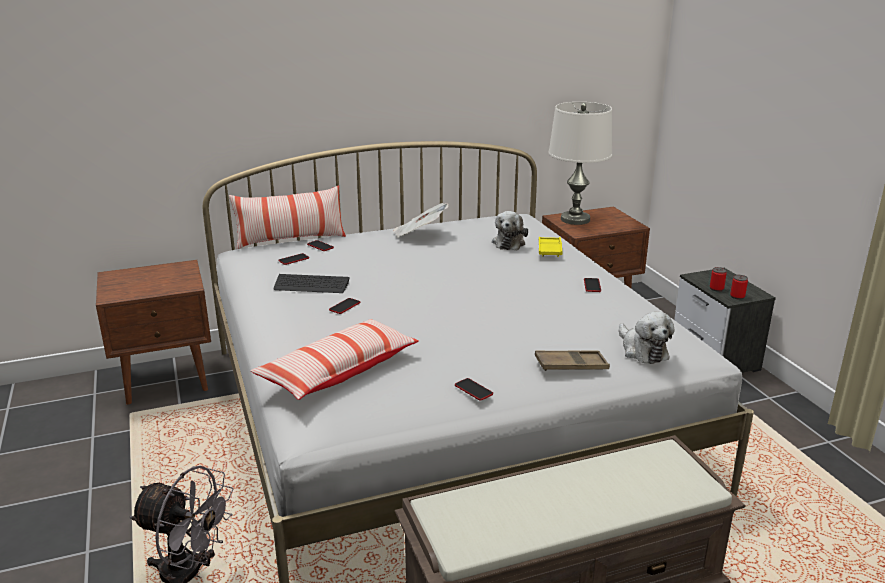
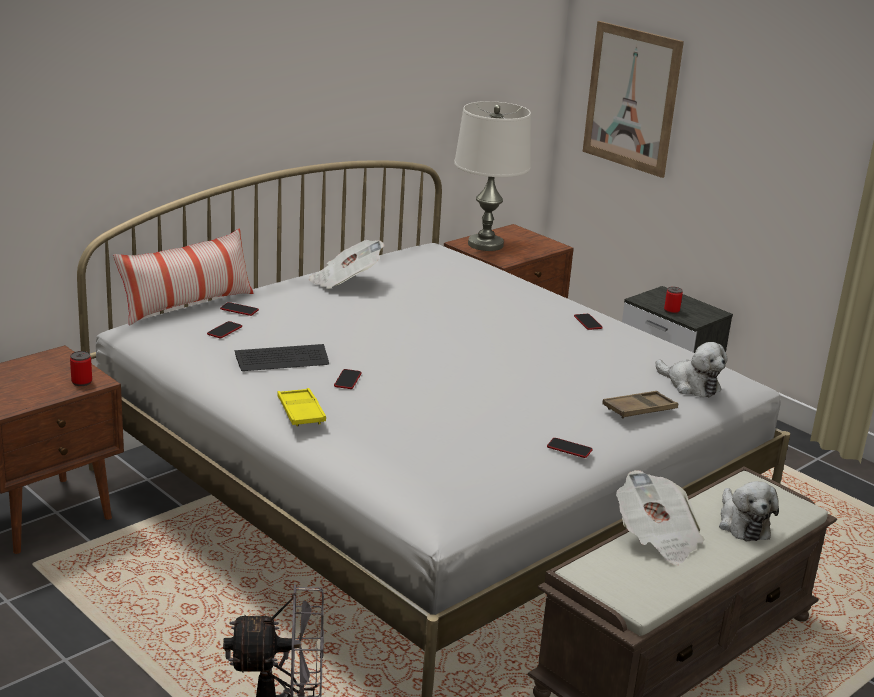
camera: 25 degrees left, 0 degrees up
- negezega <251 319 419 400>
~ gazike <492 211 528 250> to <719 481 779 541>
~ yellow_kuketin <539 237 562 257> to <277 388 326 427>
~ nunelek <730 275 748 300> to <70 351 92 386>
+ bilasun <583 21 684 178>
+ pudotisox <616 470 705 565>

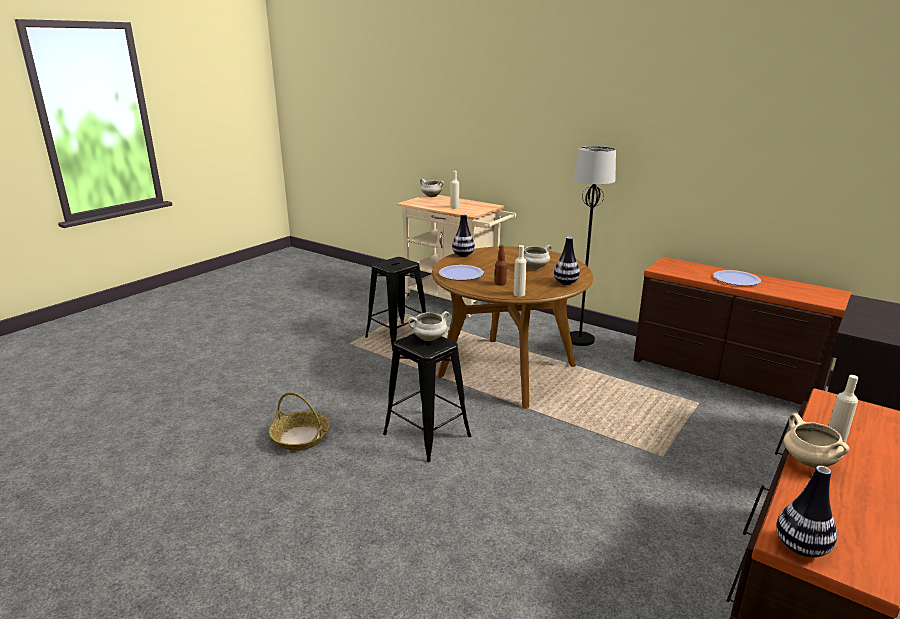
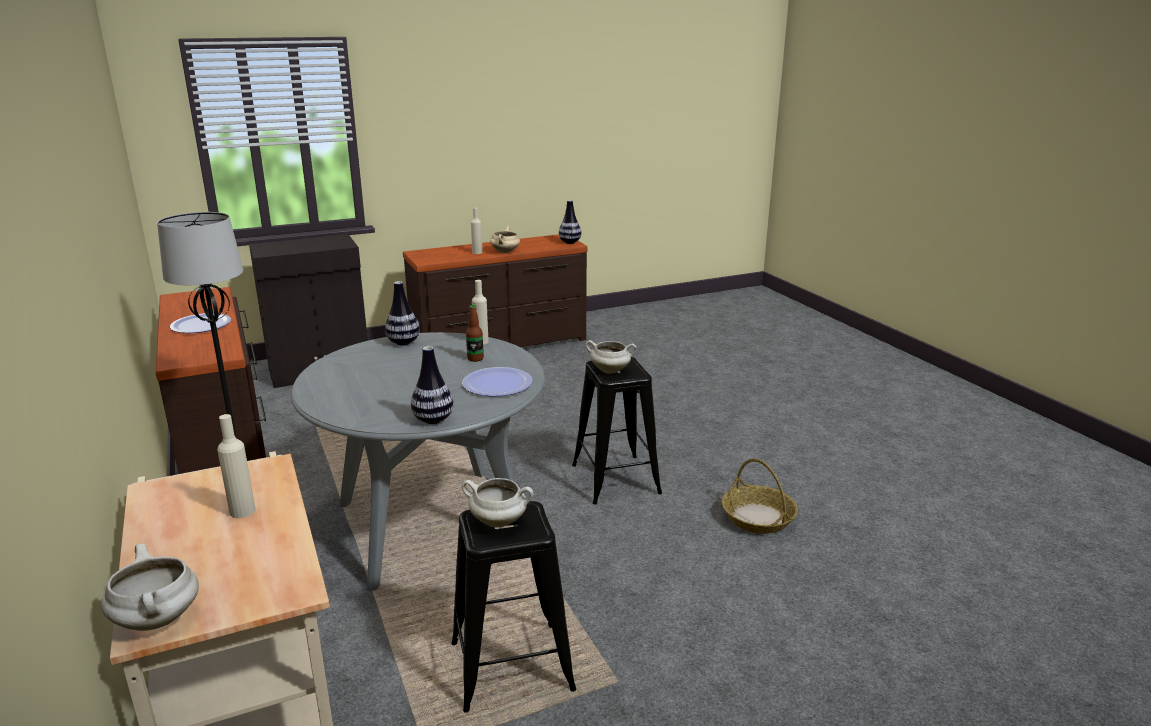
camera: 150 degrees left, 0 degrees up
~ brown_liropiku <432 246 593 409> to grey_liropiku <291 332 545 592>
~ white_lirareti <518 245 552 269> to <462 478 533 527>

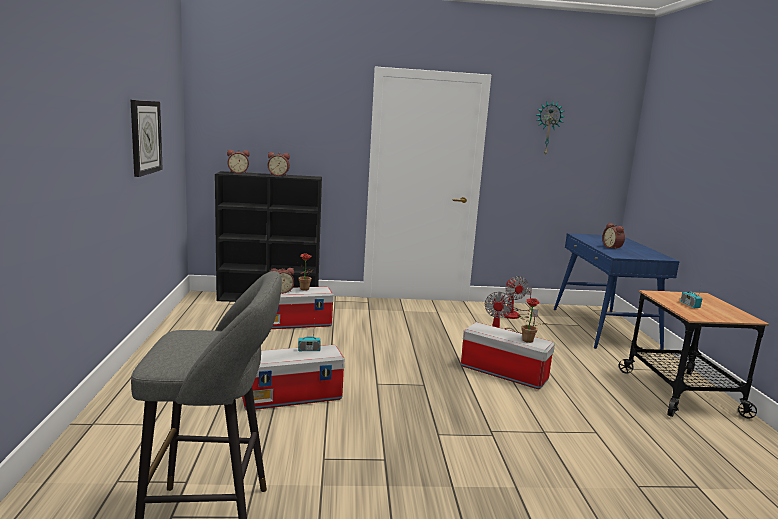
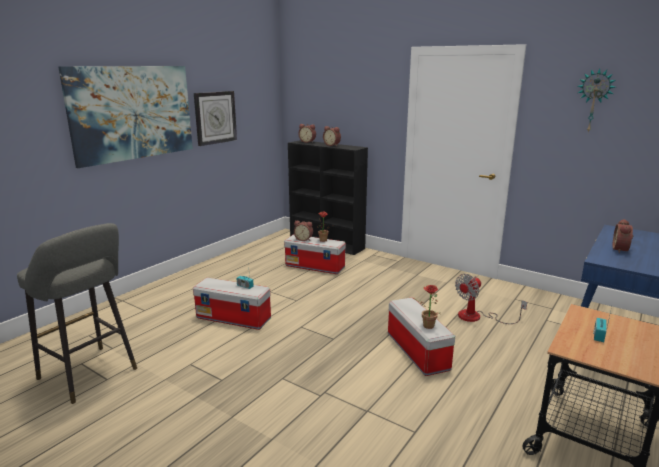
camera: 40 degrees right, 5 degrees up
- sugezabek <500 276 532 319>
+ bilasun <58 66 193 168>

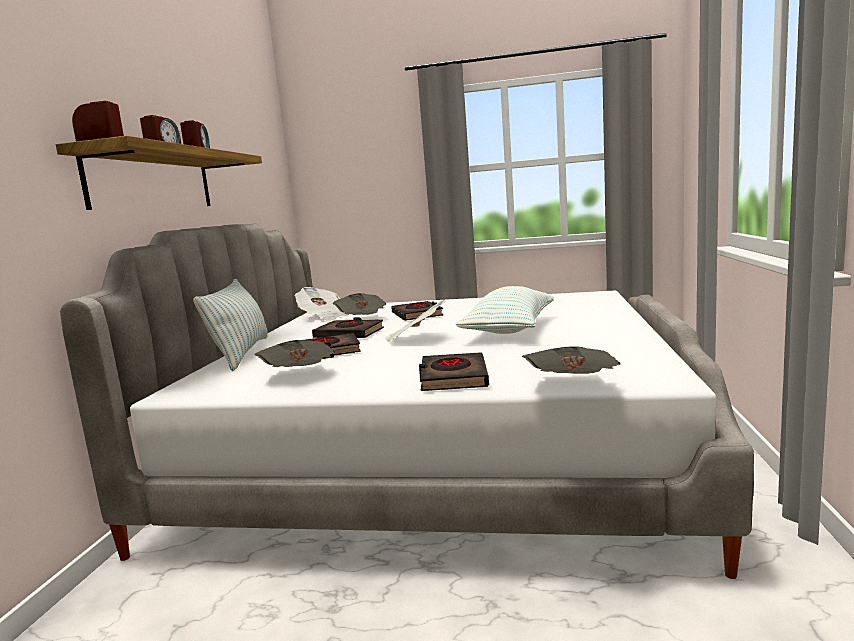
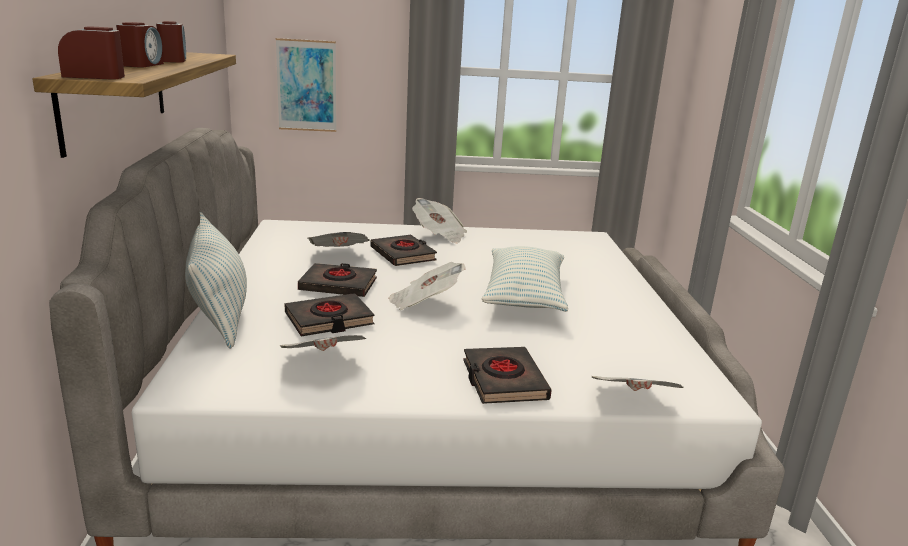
camera: 15 degrees left, 10 degrees up
~ pudotisox <295 287 344 321> to <412 198 467 244>
+ bilasun <276 38 336 132>

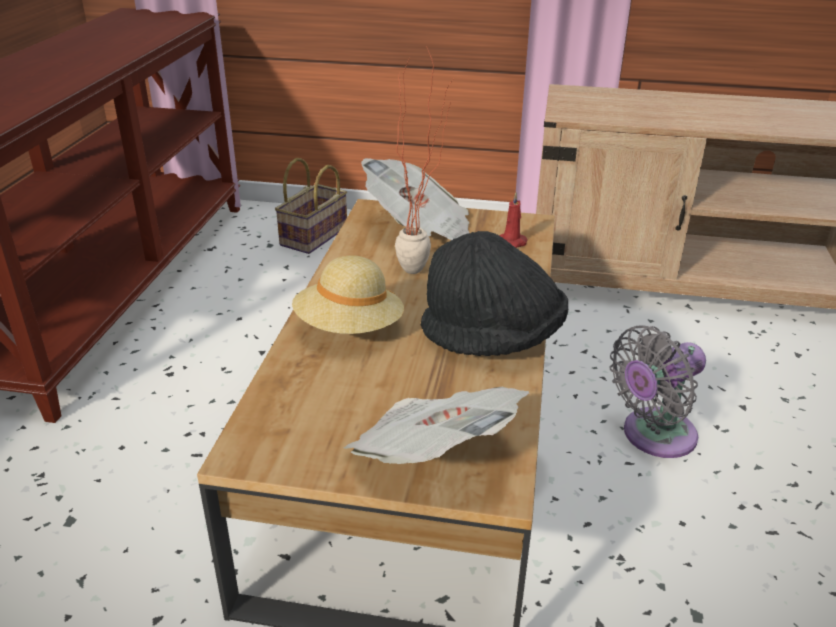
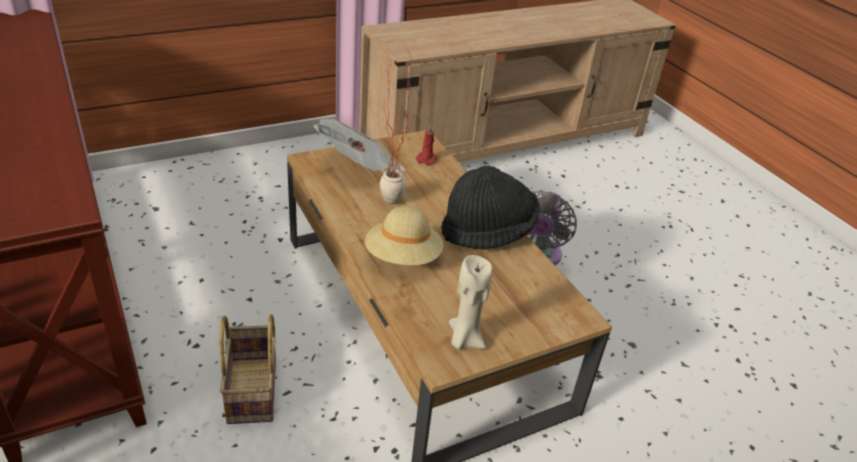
camera: 40 degrees left, 5 degrees up
~ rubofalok <275 158 347 254> to <219 314 276 424>
- pudotisox <344 387 529 464>
+ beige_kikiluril <449 255 492 349>

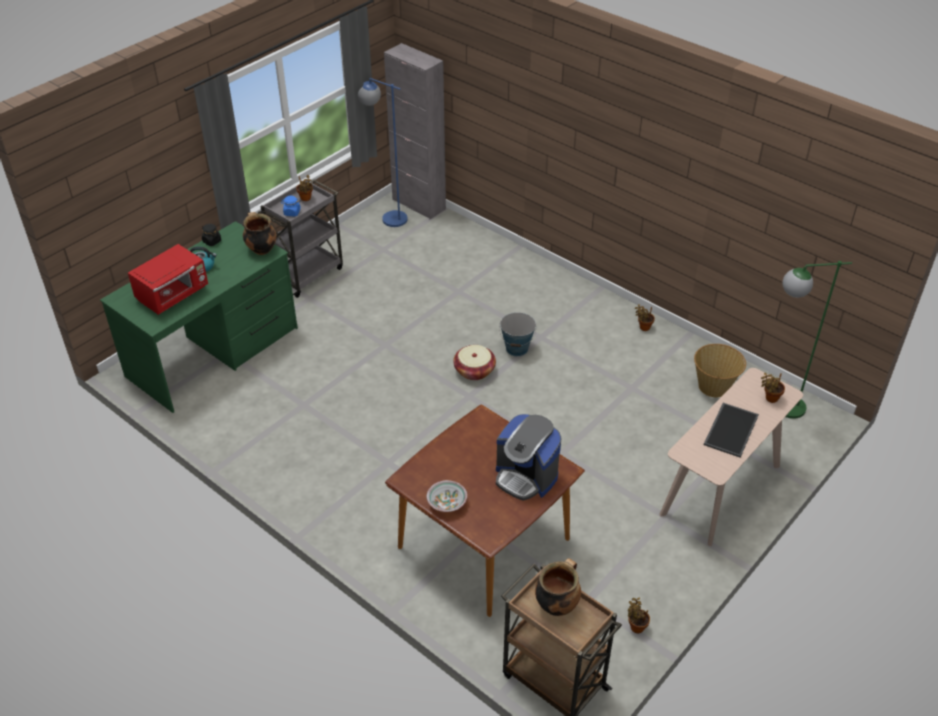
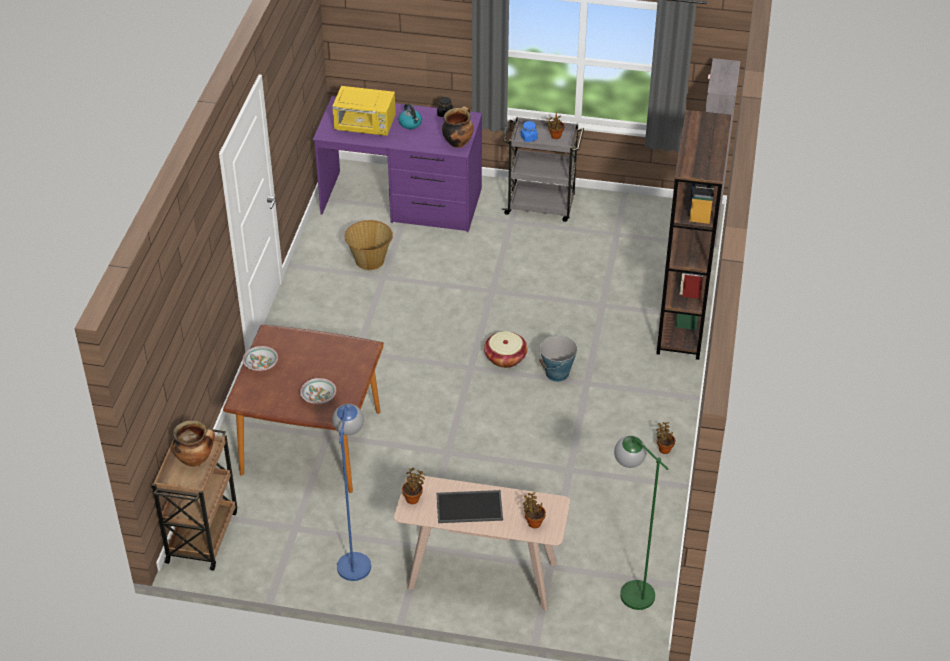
camera: 60 degrees right, 0 degrees up
~ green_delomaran <100 221 298 413> to purple_delomaran <313 96 482 232>
~ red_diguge <128 244 208 315> to yellow_diguge <332 86 396 136>
~ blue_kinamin <358 78 408 227> to <332 404 371 581>
~ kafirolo <496 414 561 501> to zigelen <300 378 336 404>
~ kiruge <628 597 650 633> to <402 468 425 504>
~ rubofalok <694 344 746 397> to <345 220 393 270>
+ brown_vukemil <656 110 731 360>

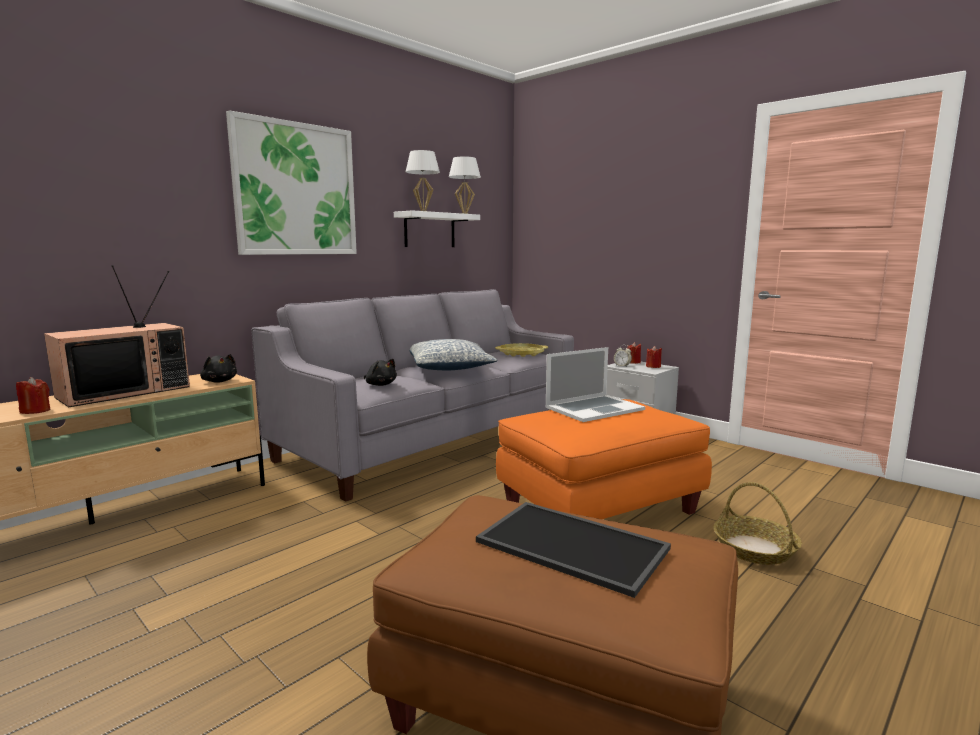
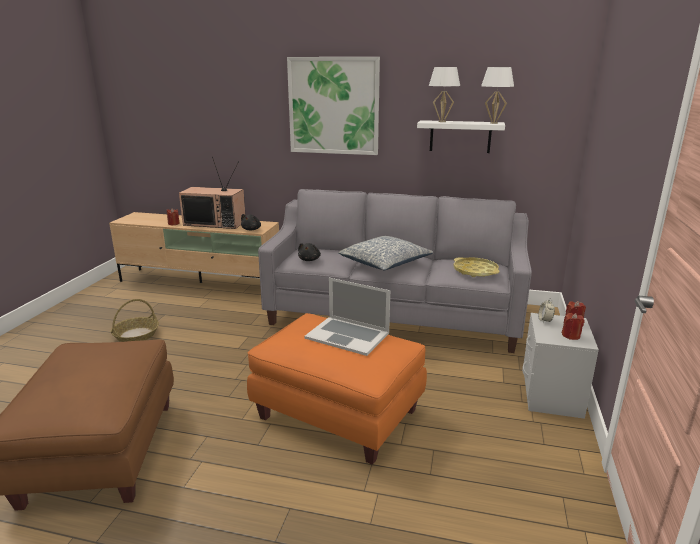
camera: 60 degrees right, 10 degrees up
- kuketin <476 502 671 598>
~ rubofalok <713 482 802 565> to <111 299 159 342>

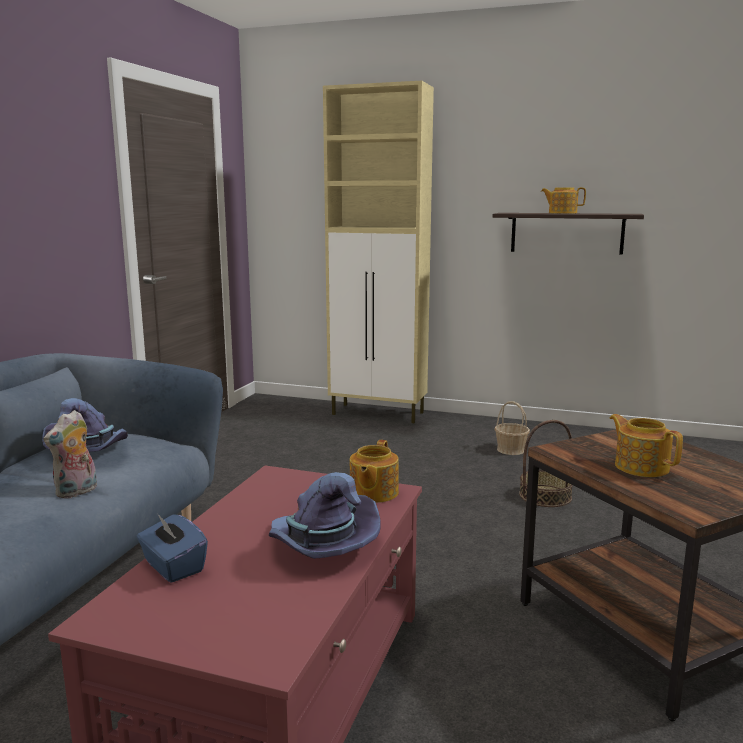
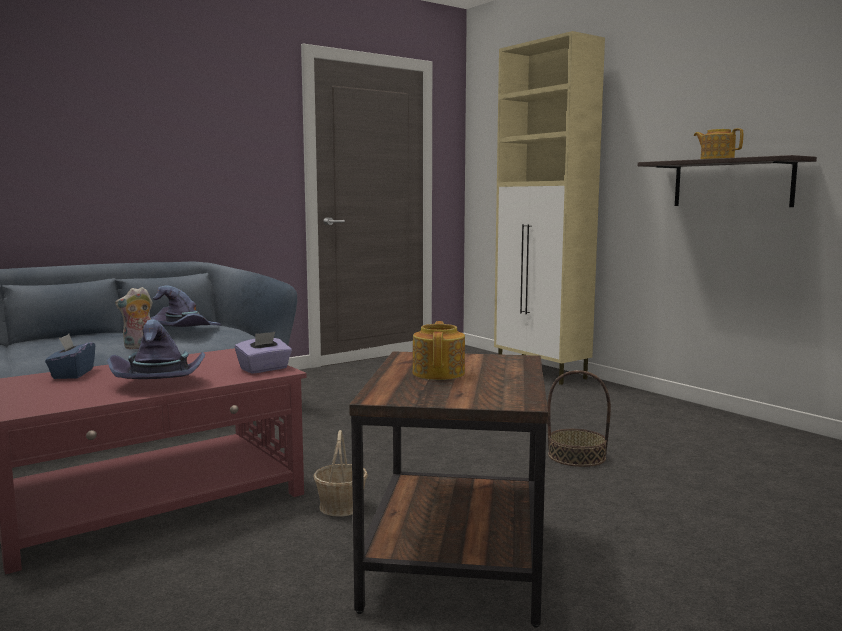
camera: 35 degrees right, 5 degrees down
~ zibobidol <350 440 399 503> to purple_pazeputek <235 332 292 373>
~ rubofalok <495 401 530 455> to <313 430 368 517>

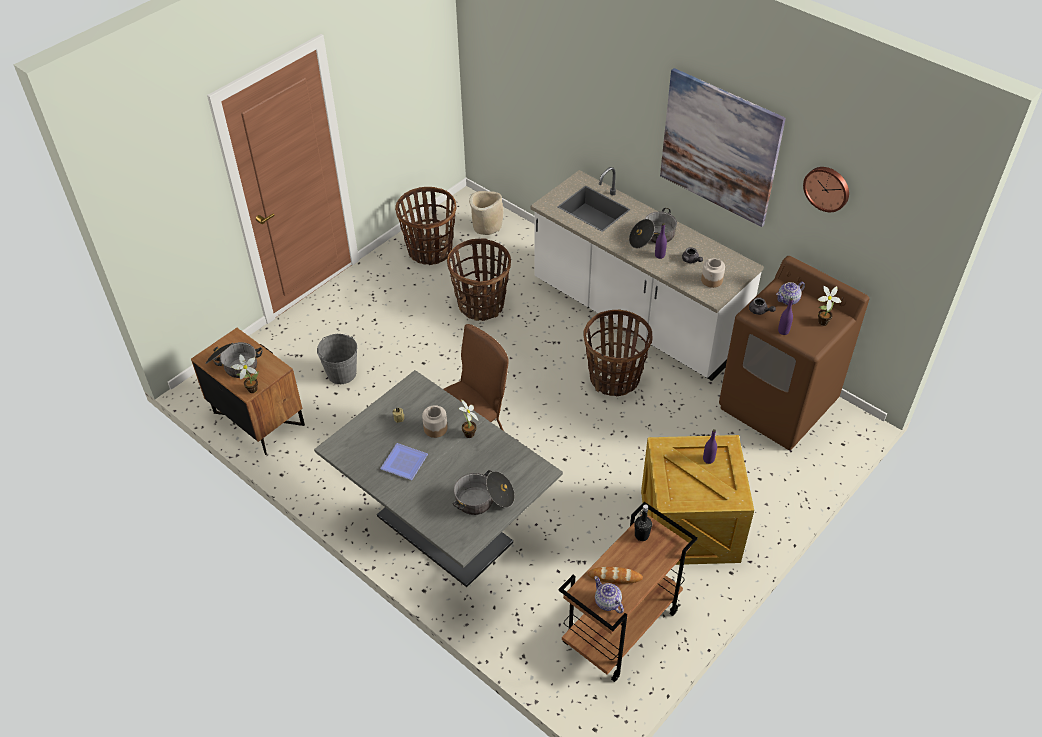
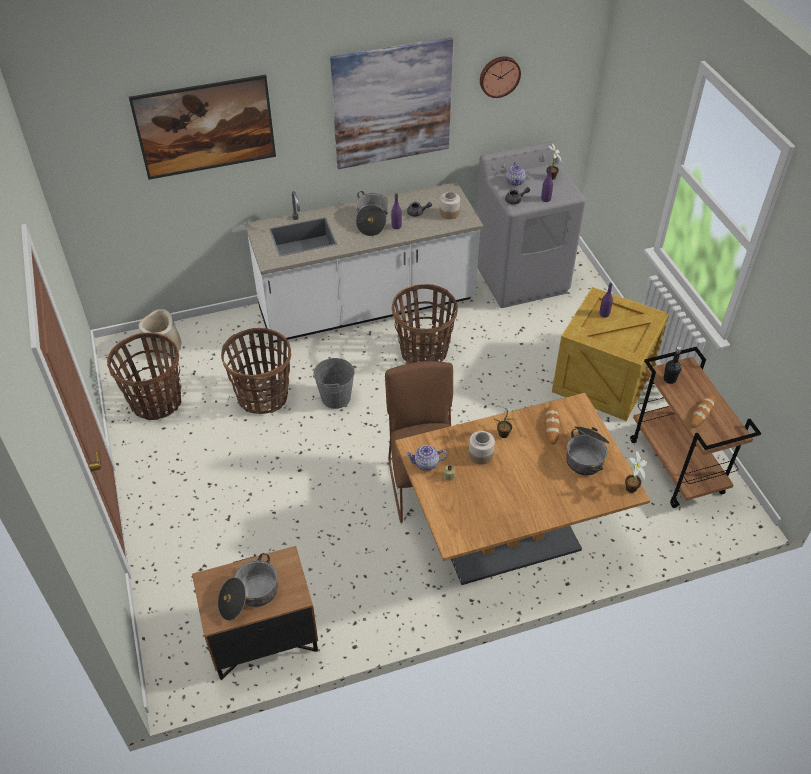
camera: 60 degrees left, 0 degrees up
~ kiruge <232 354 259 393> to <625 450 647 493>
~ grey_liropiku <314 370 563 587> to brown_liropiku <395 393 650 585>
~ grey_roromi <317 334 357 384> to <313 357 355 409>
- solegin <380 443 428 480>
~ zibobidol <594 576 624 614> to <406 445 448 471>
~ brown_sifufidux <719 256 869 450> to grey_sifufidux <476 141 586 308>
+ bilasun <129 75 276 180>
+ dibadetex <545 405 560 445>

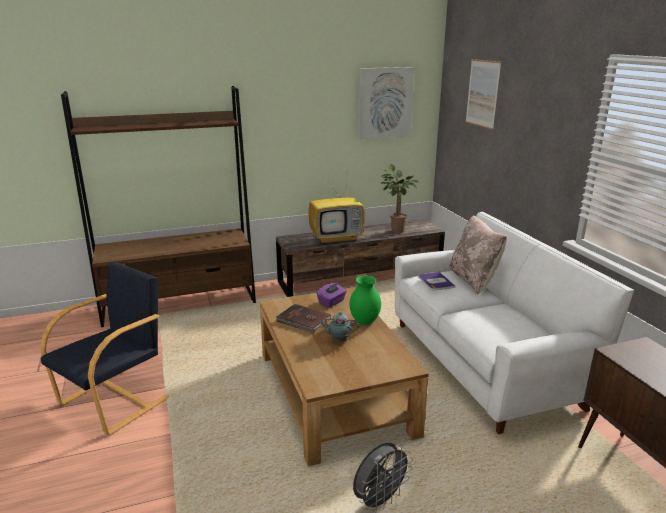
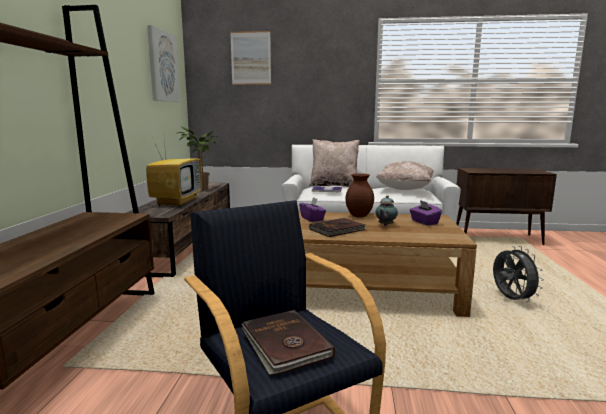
camera: 65 degrees left, 10 degrees down
~ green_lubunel <350 276 381 325> to brown_lubunel <346 173 374 218>
+ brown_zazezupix <241 310 335 376>
+ beige_negezega <376 161 434 190>
+ purple_pazeputek <410 200 442 225>

